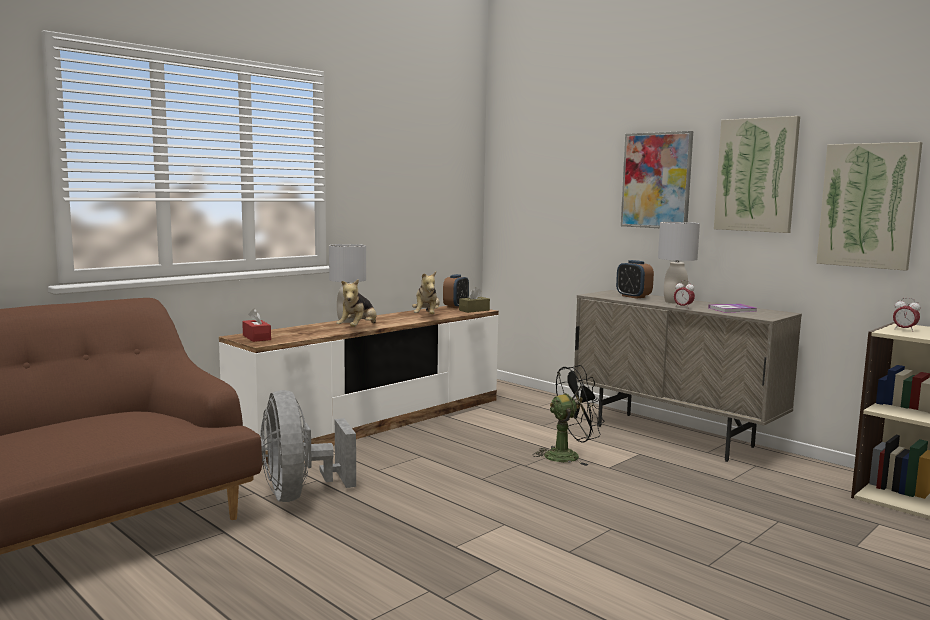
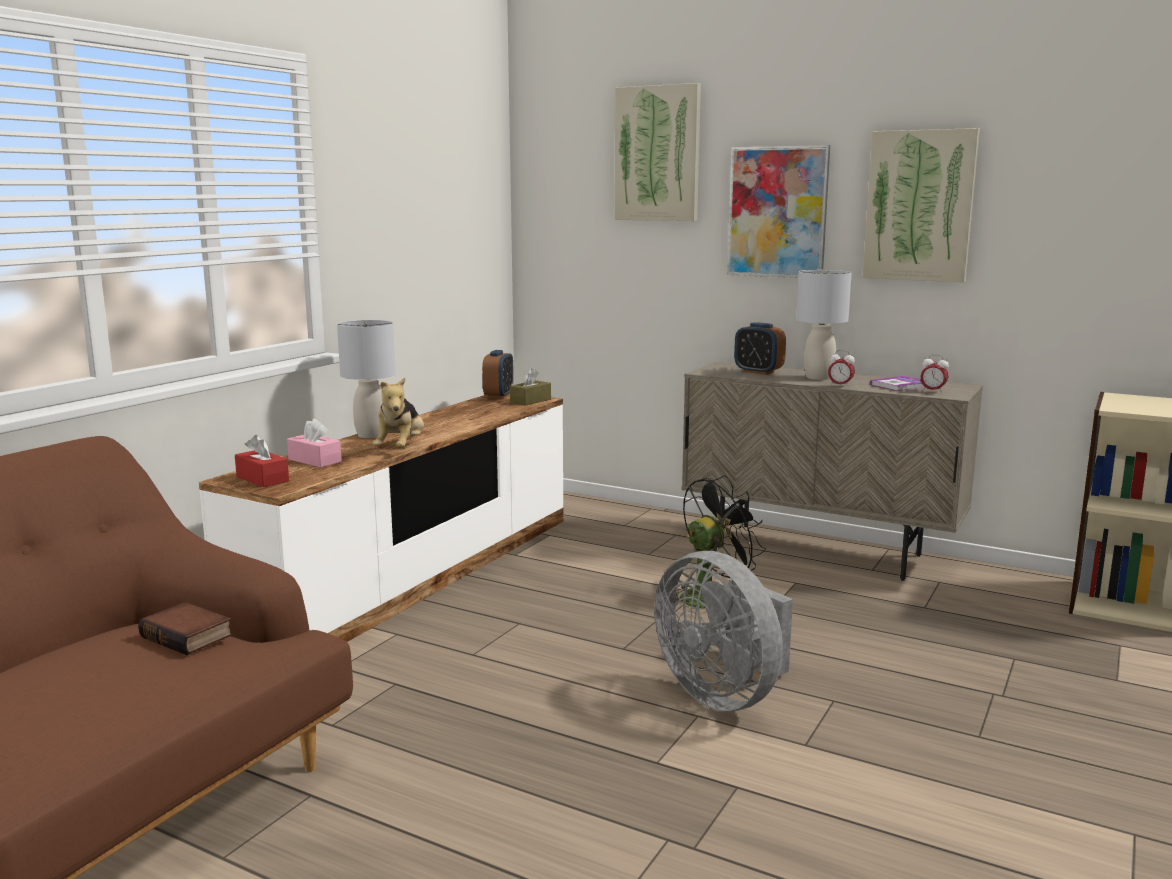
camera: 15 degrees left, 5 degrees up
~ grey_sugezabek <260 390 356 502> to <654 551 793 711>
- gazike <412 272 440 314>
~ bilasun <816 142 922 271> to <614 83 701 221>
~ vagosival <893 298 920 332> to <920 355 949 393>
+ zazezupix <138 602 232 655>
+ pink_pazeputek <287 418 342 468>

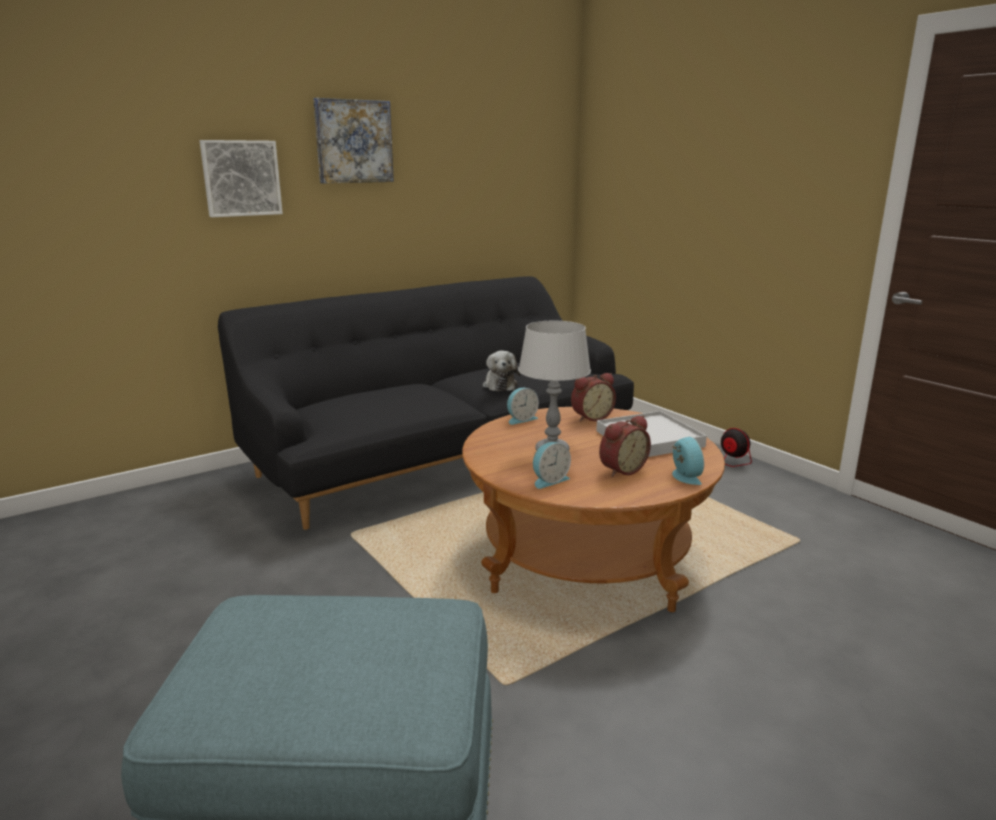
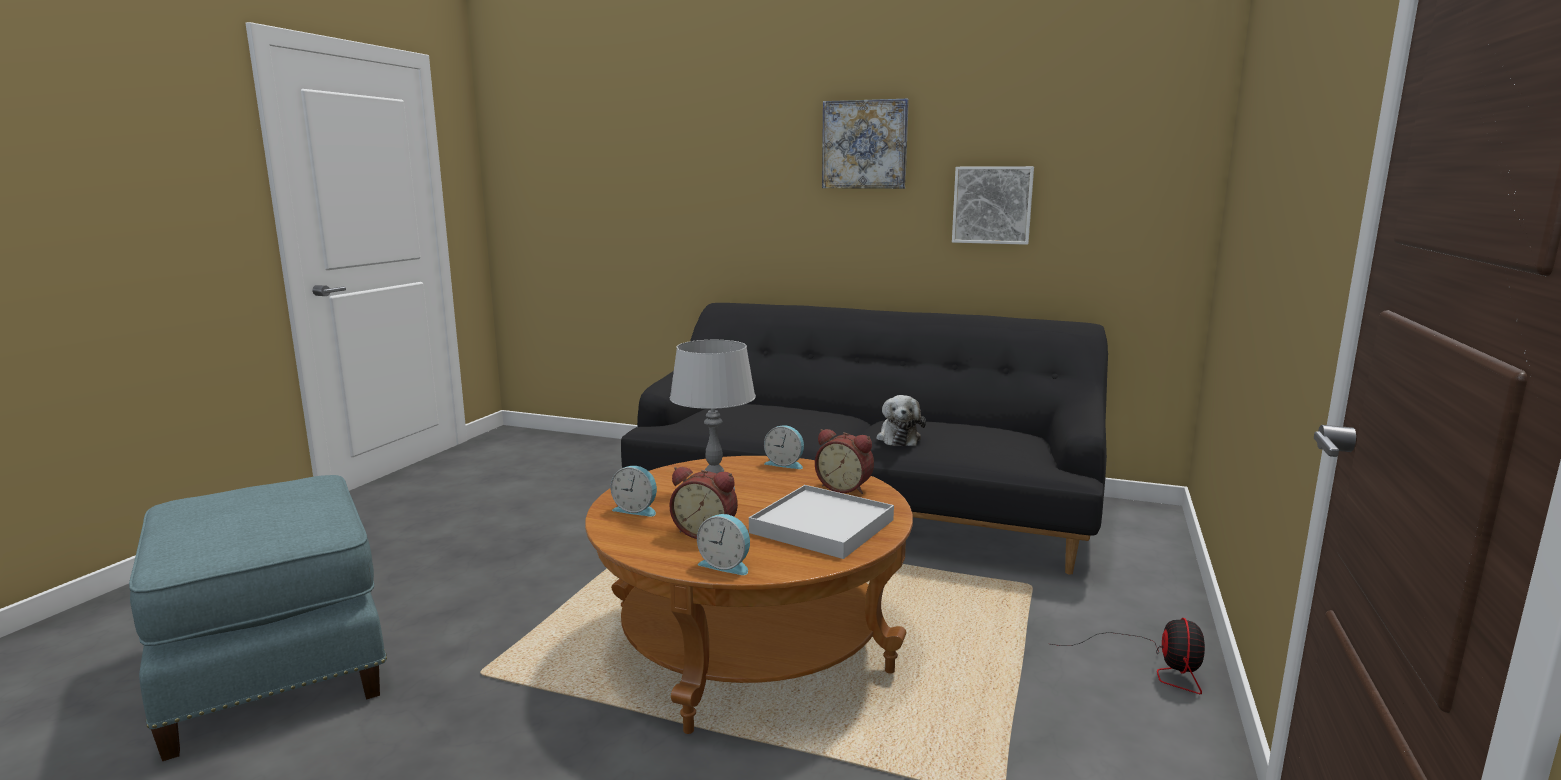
camera: 55 degrees right, 5 degrees down
~ bilasun <199 140 283 217> to <952 166 1034 245>
~ gazike <482 351 521 391> = <876 395 926 446> 45 degrees counterclockwise
~ vagosival <672 437 704 485> = <697 514 750 575> 75 degrees clockwise

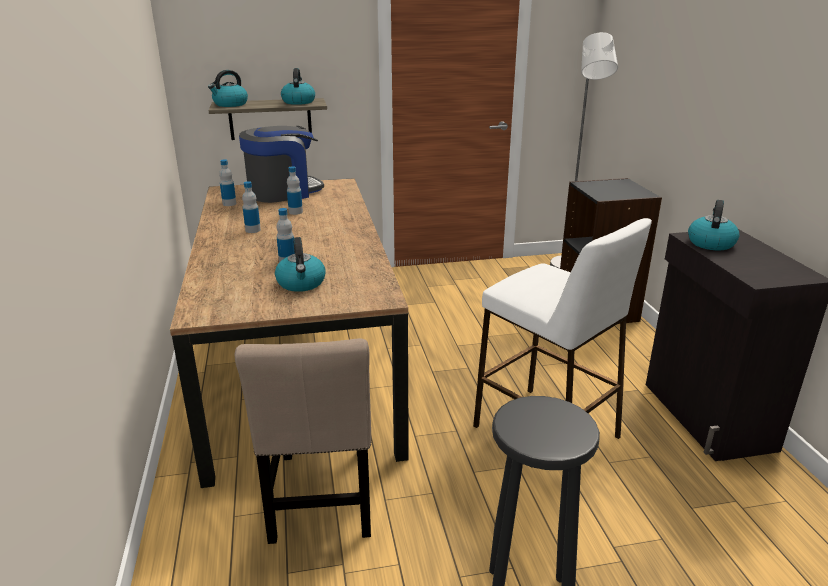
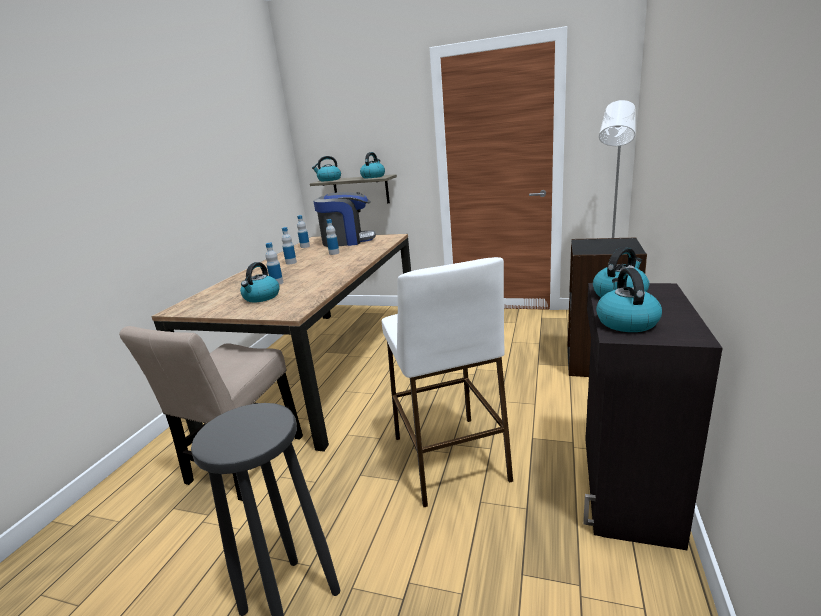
camera: 30 degrees right, 5 degrees down
+ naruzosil <596 268 662 332>

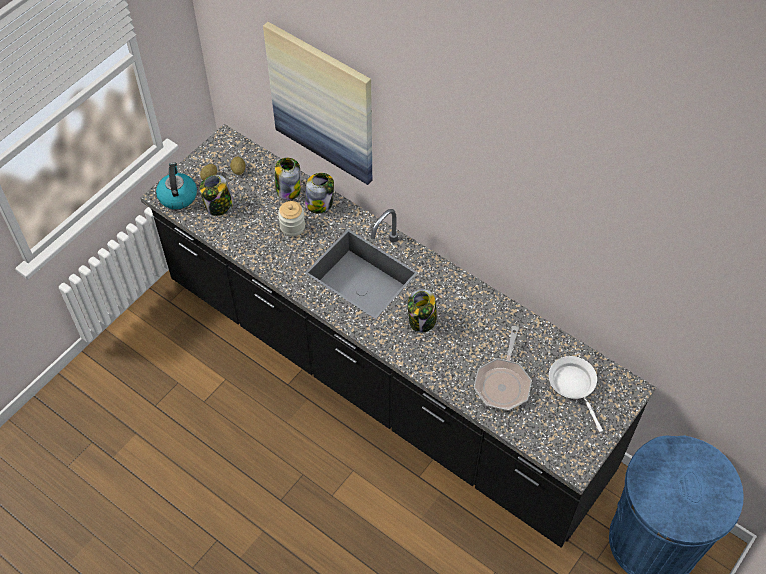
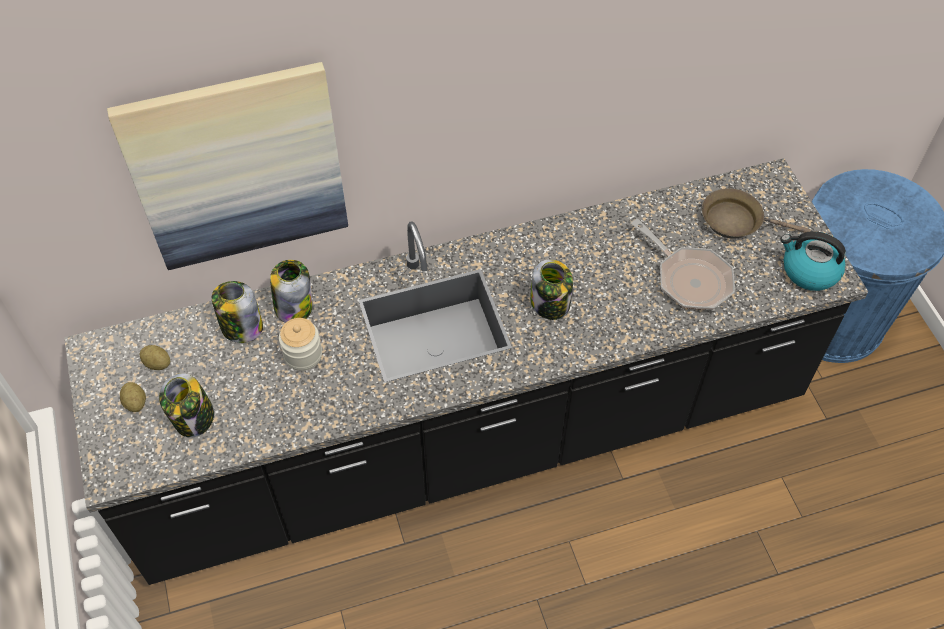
camera: 55 degrees left, 0 degrees up
~ naruzosil <156 162 197 209> to <781 231 846 291>
~ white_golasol <549 356 603 433> to brown_golasol <702 188 811 239>

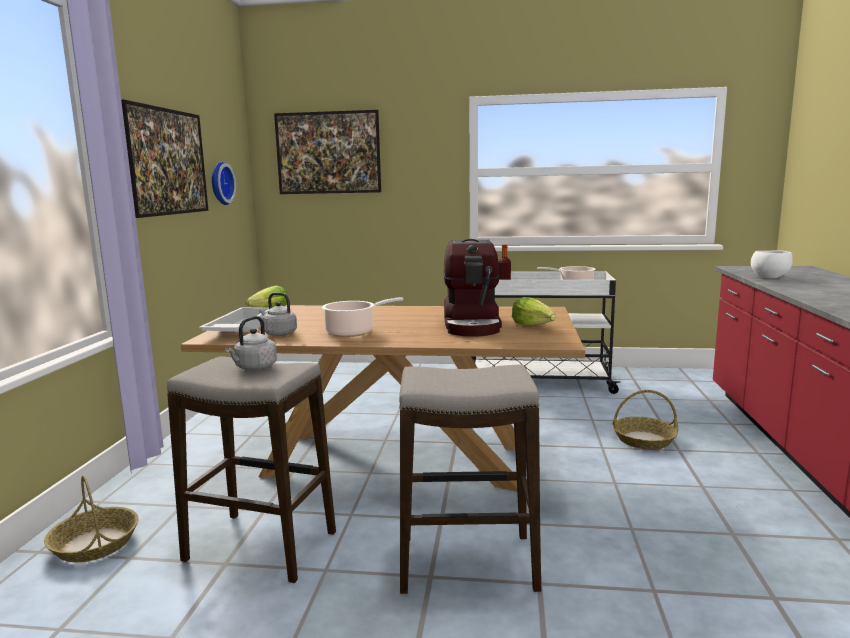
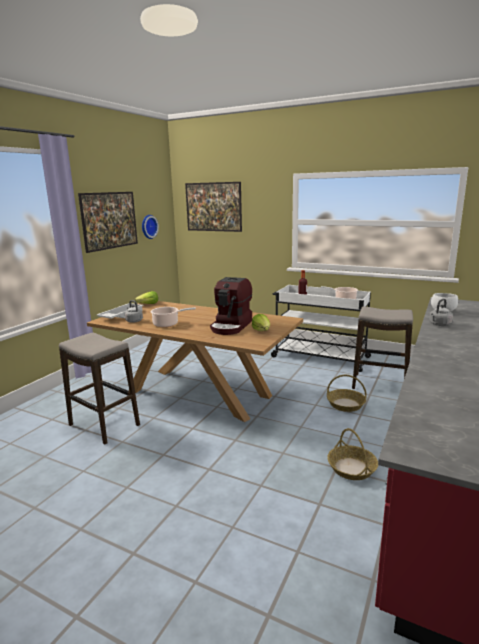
camera: 20 degrees right, 5 degrees up
~ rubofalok <44 475 139 562> to <327 428 378 480>
~ grey_naruzosil <225 316 277 370> to <429 299 453 326>
~ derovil <399 365 541 594> to <352 307 413 389>

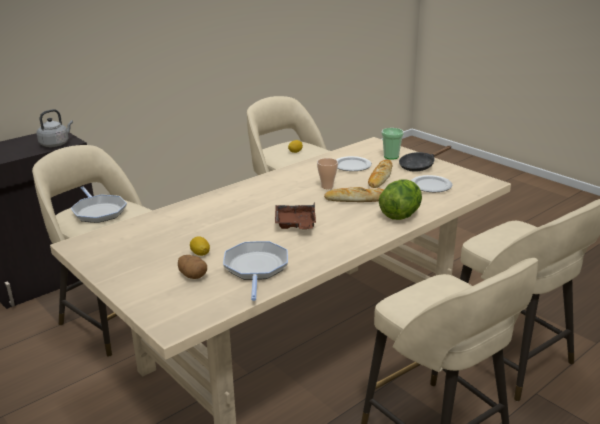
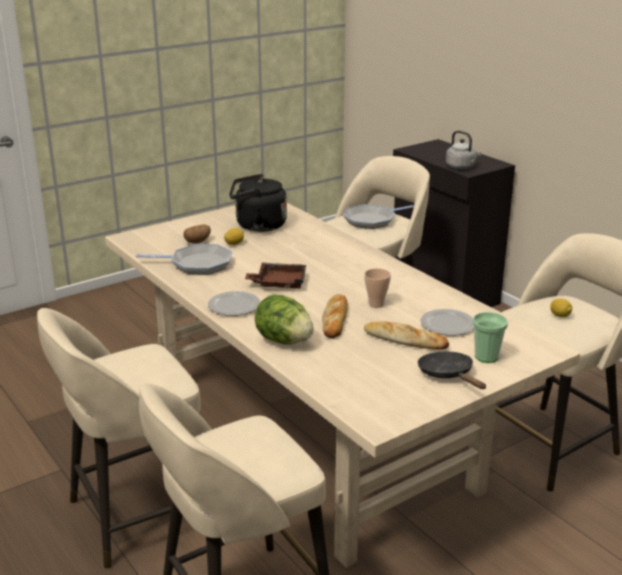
camera: 95 degrees right, 0 degrees up
~ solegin <411 175 453 192> to <208 291 260 316>
+ black_naruzosil <229 174 287 232>

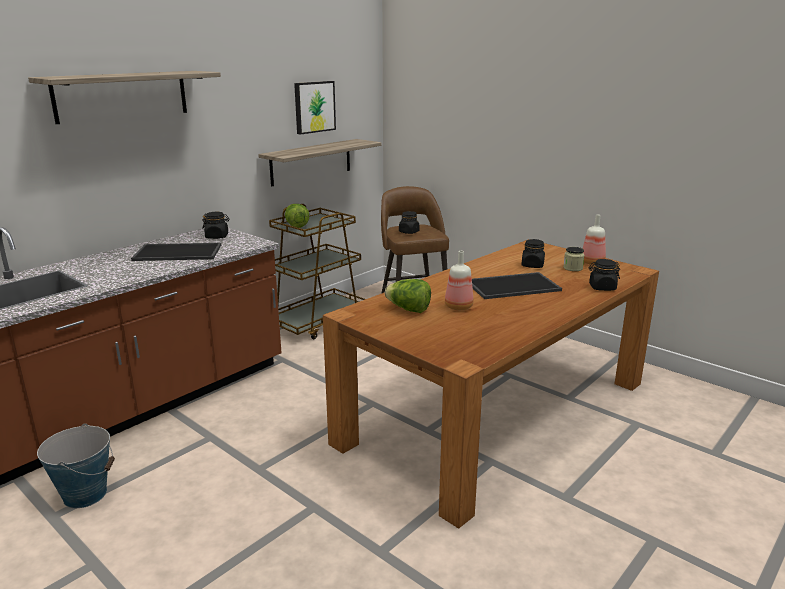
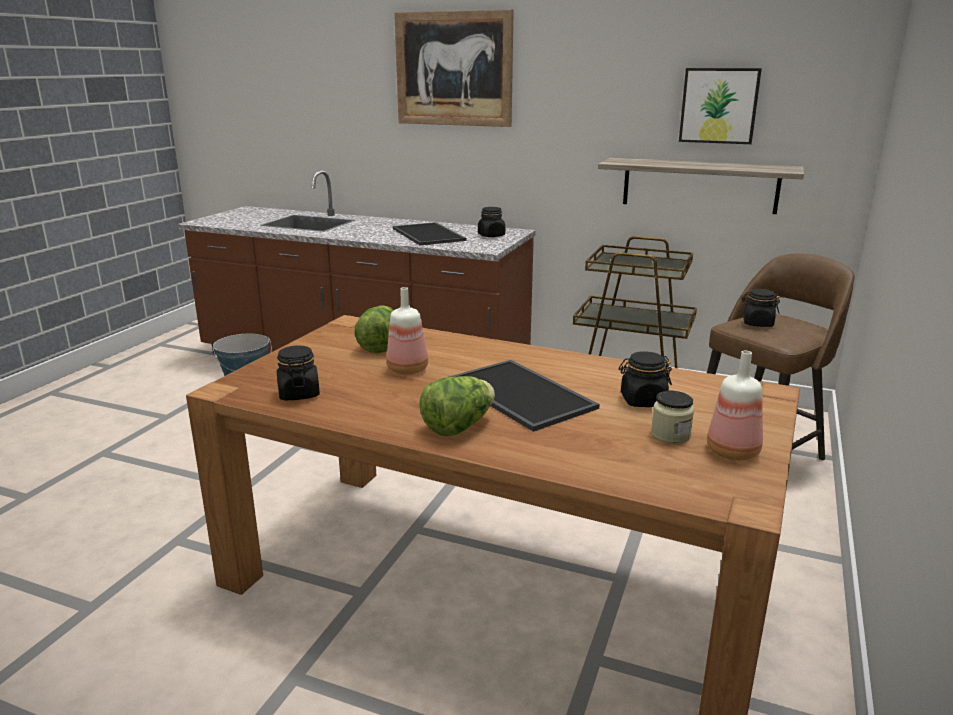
camera: 70 degrees right, 0 degrees up
~ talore <28 71 221 124> to bilasun <394 9 514 127>
~ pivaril <285 204 309 228> to <419 376 495 436>
~ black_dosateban <589 259 620 291> to <276 346 320 401>

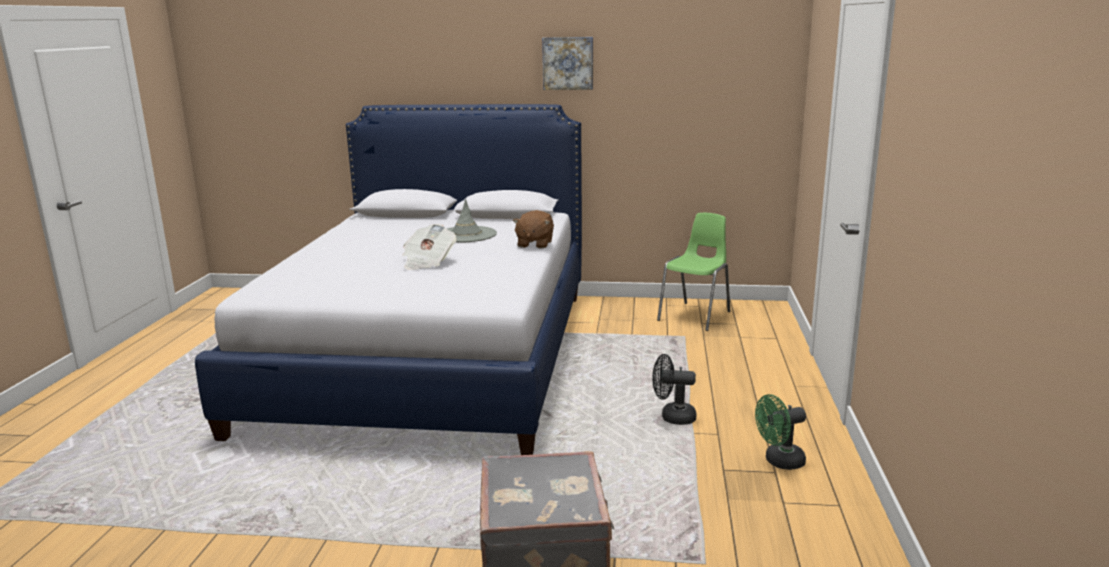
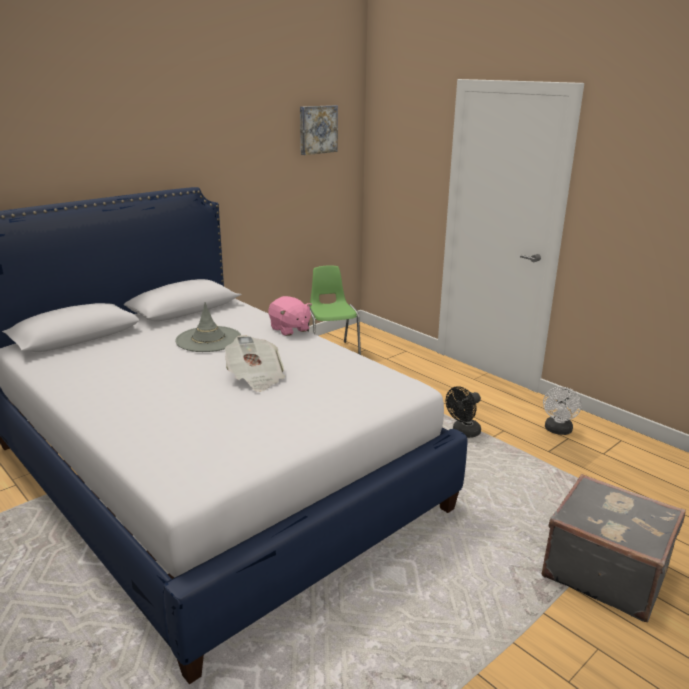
camera: 50 degrees left, 5 degrees up
~ brown_gazike <513 210 554 249> to pink_gazike <268 296 312 336>
~ bilasun <542 37 593 90> to <300 105 338 155>
~ green_sugezabek <755 394 806 470> to white_sugezabek <543 387 582 435>

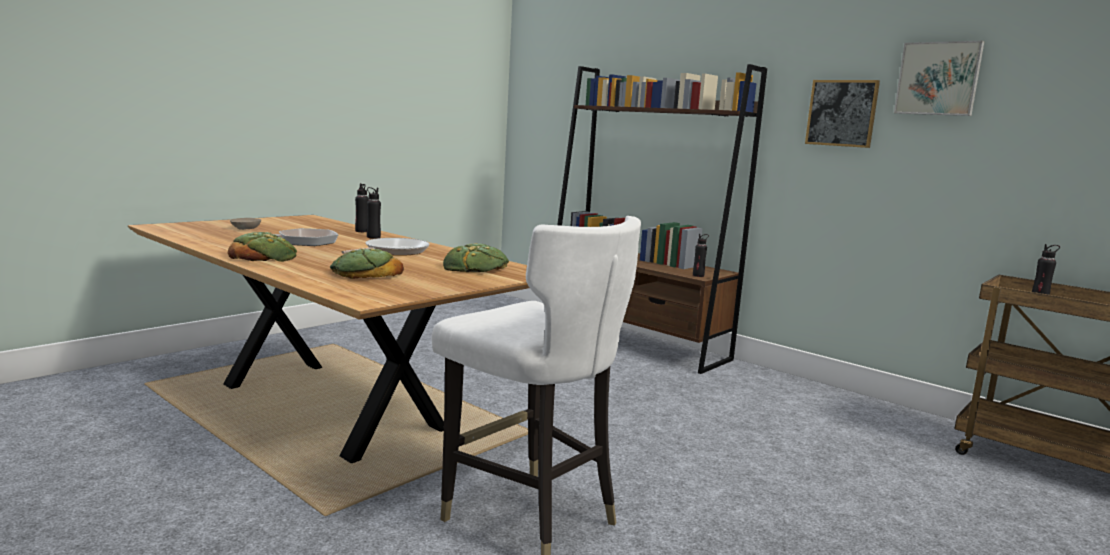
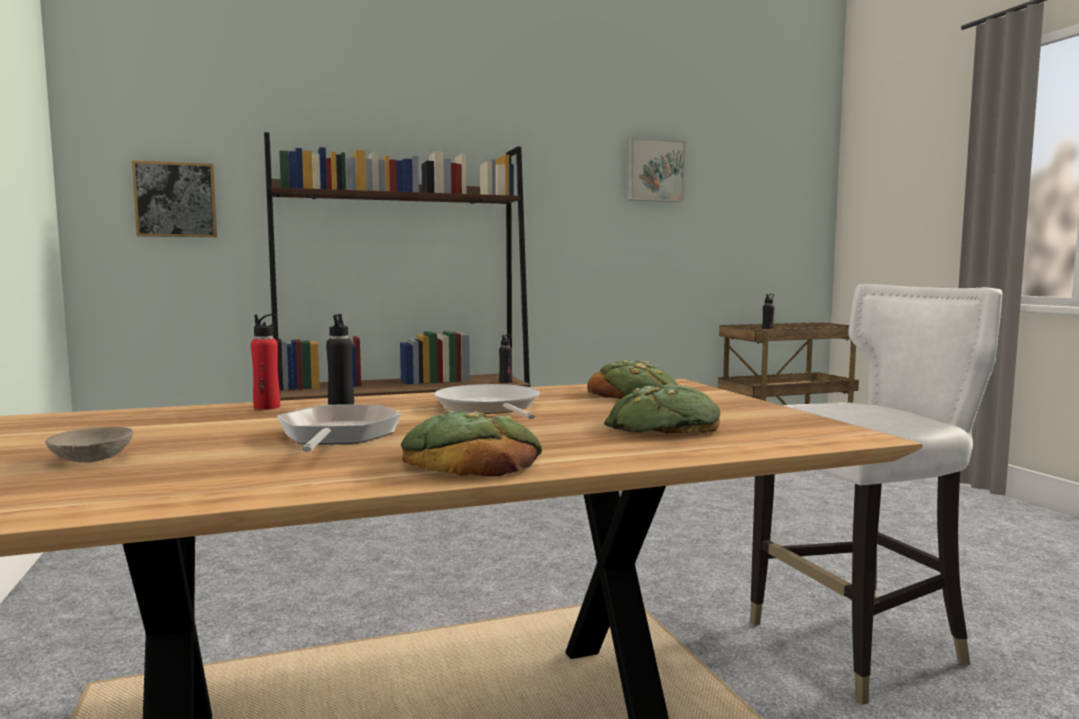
camera: 60 degrees left, 5 degrees down
~ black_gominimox <355 183 369 232> to red_gominimox <251 314 280 410>
~ bilasun <805 80 880 148> to <132 160 217 237>

